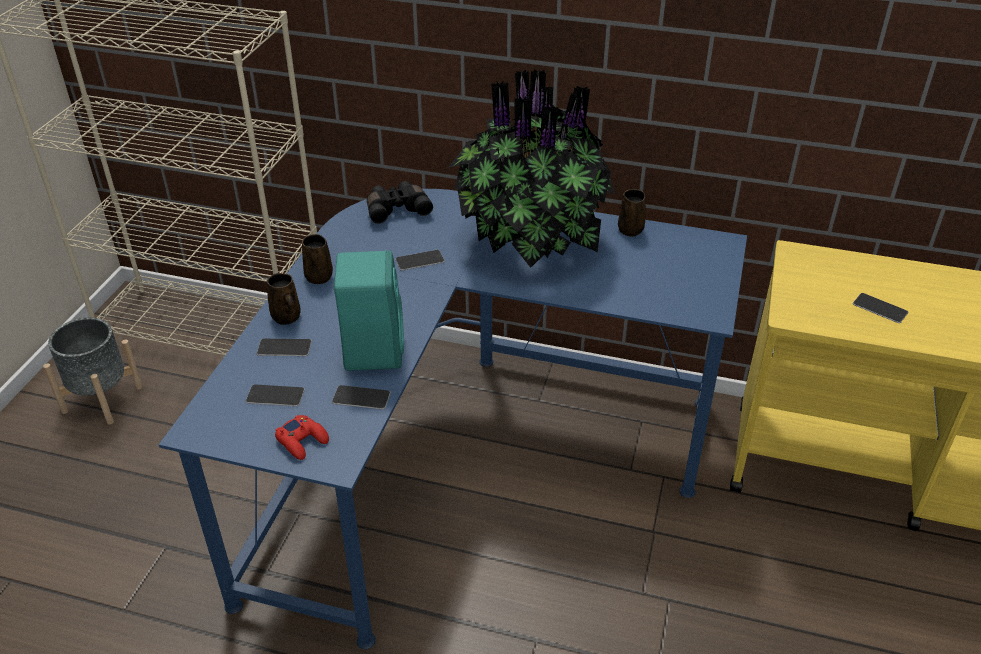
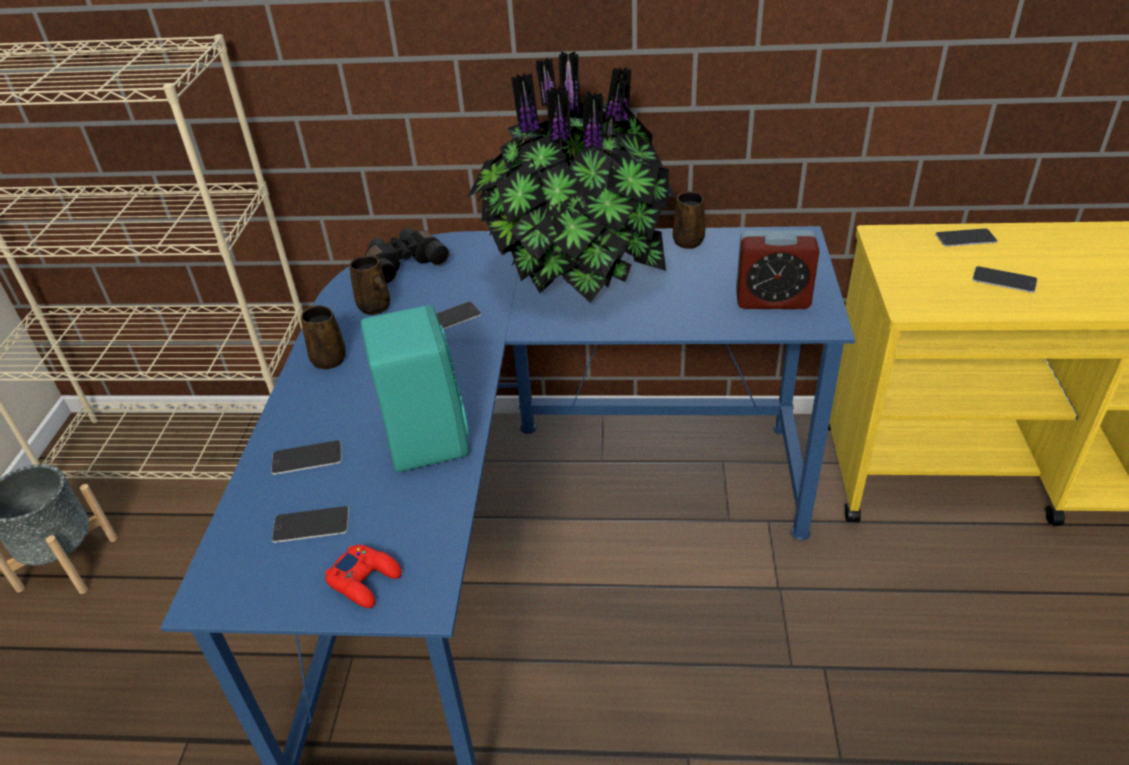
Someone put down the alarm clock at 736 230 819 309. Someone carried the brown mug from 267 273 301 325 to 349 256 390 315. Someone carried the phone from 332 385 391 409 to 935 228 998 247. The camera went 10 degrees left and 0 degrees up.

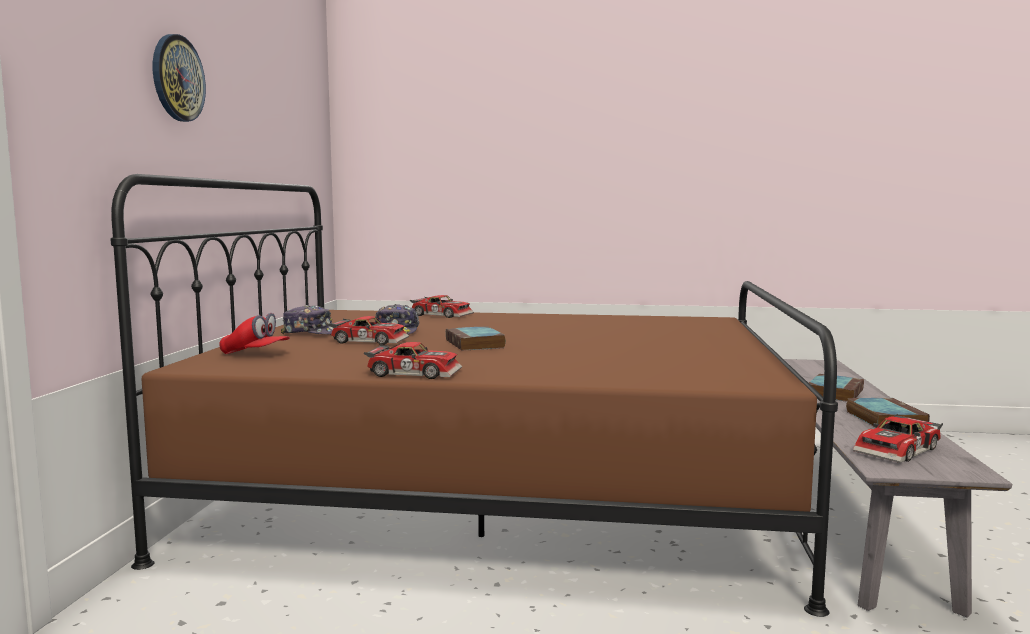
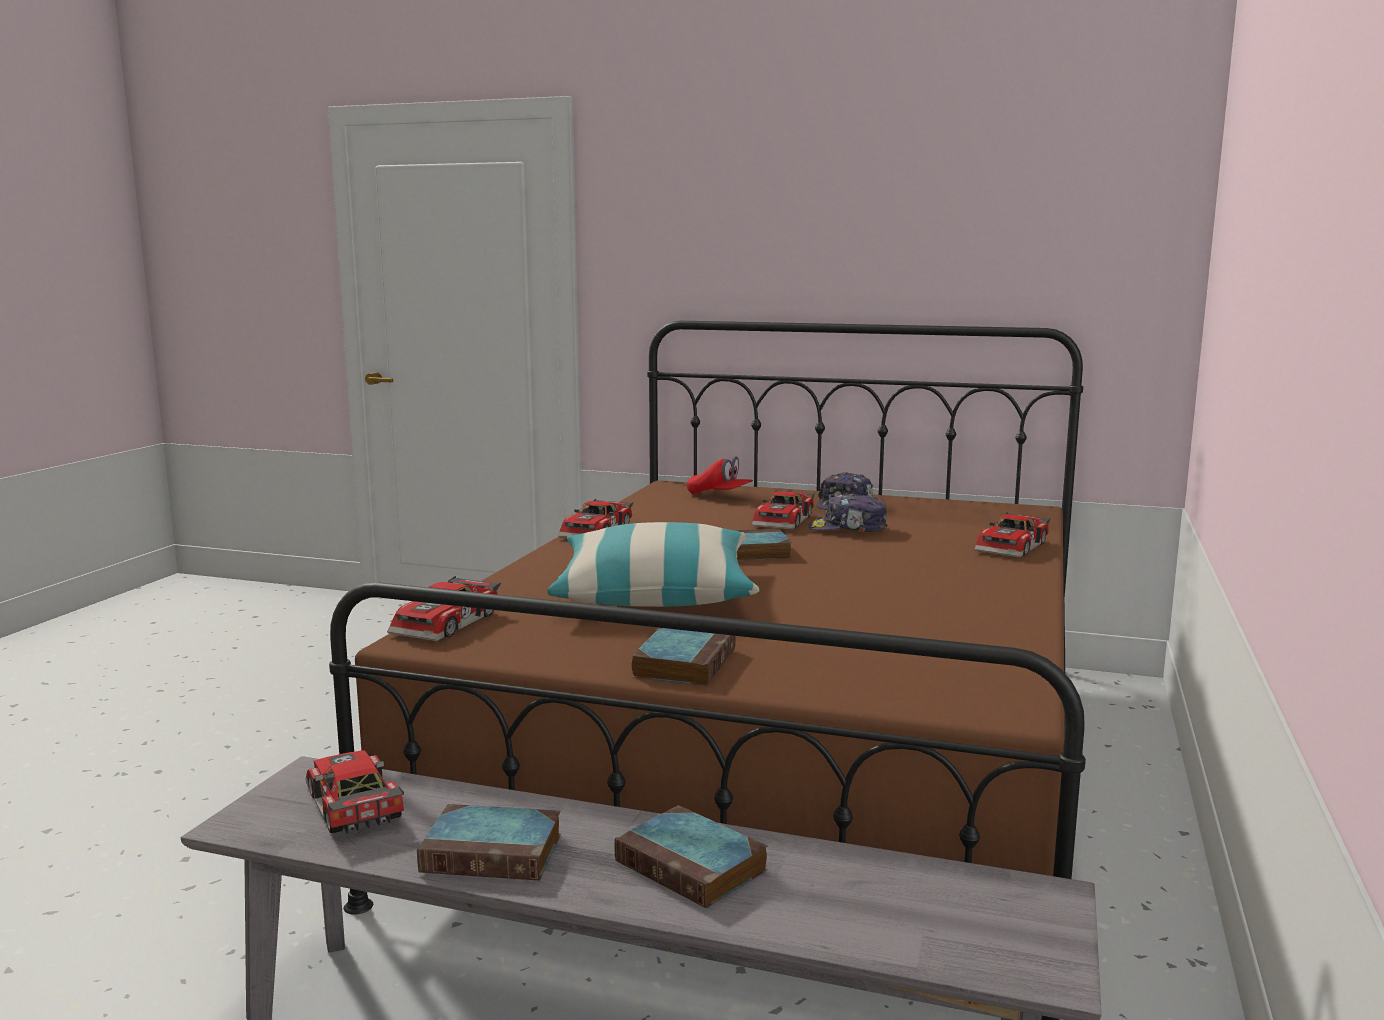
Someone took away the wall clock at 153 34 206 122. Someone put down the toy car at 387 576 501 641. Someone put down the pillow at 547 522 759 607. Someone put down the book at 631 628 736 686. Someone rotated the red cap at 219 313 290 354 by 90 degrees counterclockwise. The camera went 100 degrees right and 5 degrees up.

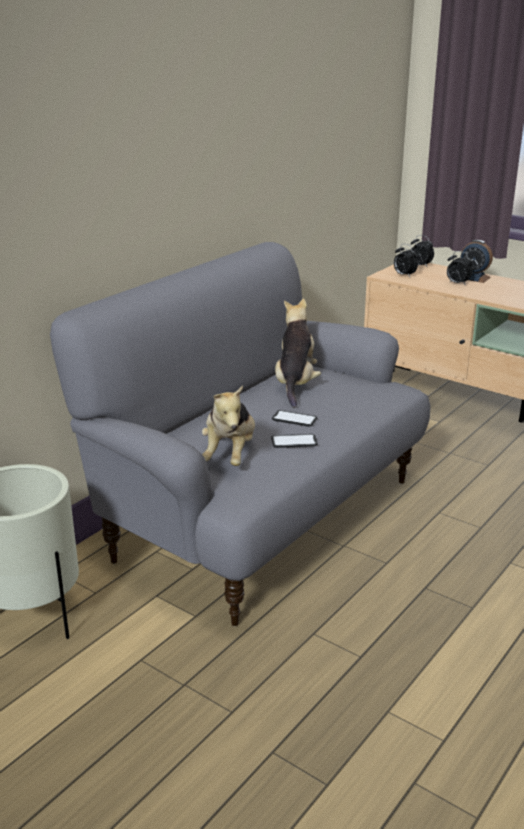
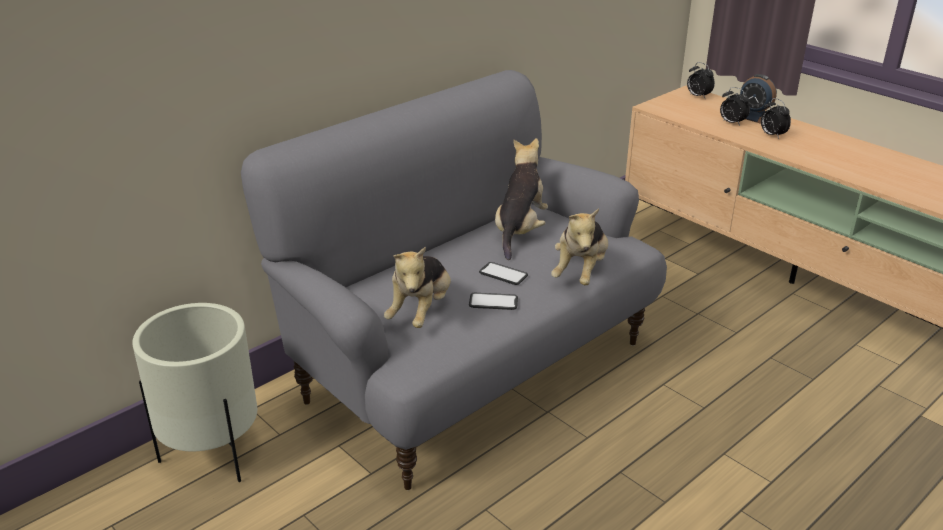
Someone put down the plush toy at 551 208 608 285. Someone carried the alarm clock from 394 244 418 277 to 761 98 791 139. The camera went 10 degrees right and 5 degrees up.

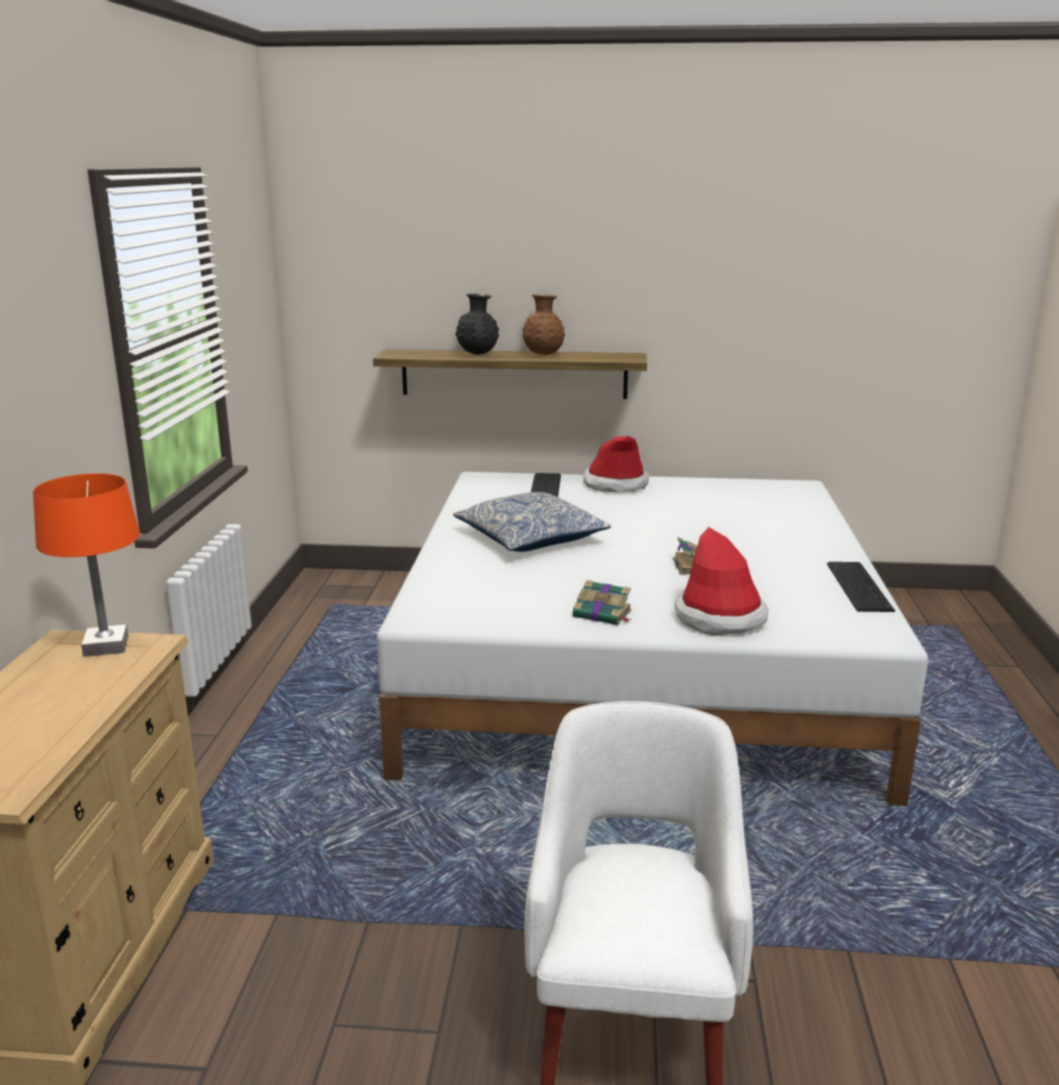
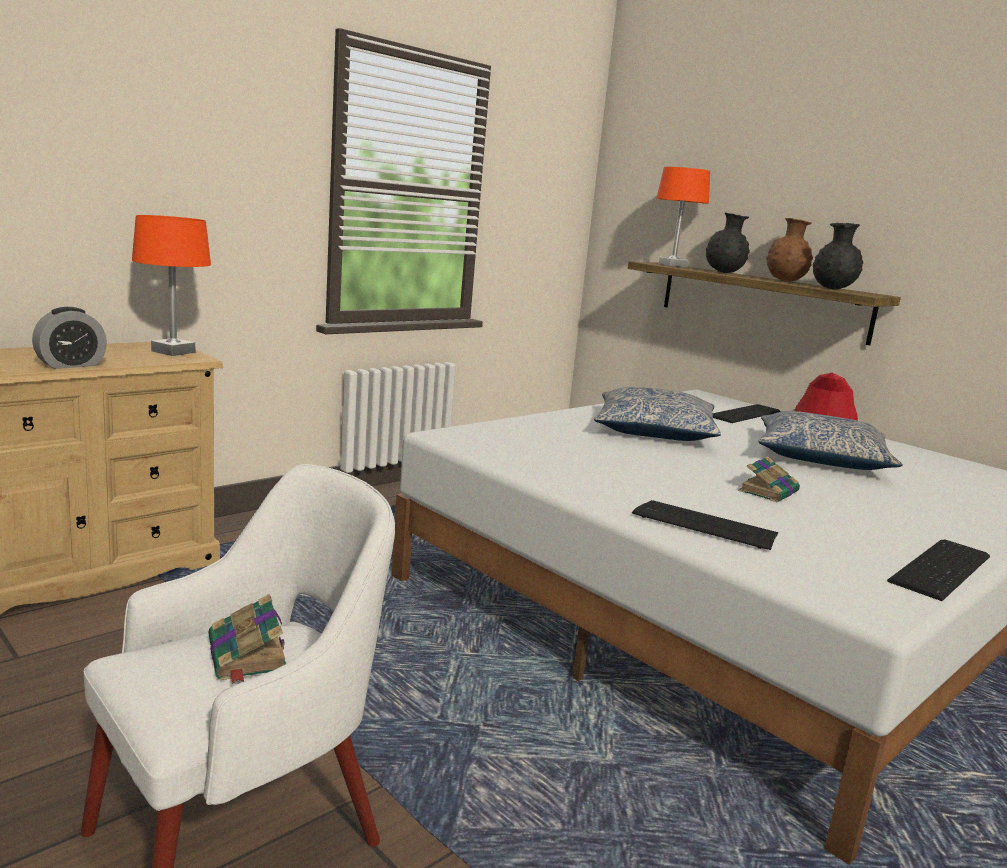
Someone put down the alarm clock at 32 307 107 369. Someone put down the orange table lamp at 656 167 710 268. Someone put down the pillow at 758 411 903 470. Someone put down the black vase at 813 223 863 289. Someone carried the book from 573 580 631 625 to 208 594 287 684. Someone swapped the hat at 674 527 768 636 for the keyboard at 632 500 778 550. The camera went 40 degrees right and 5 degrees down.

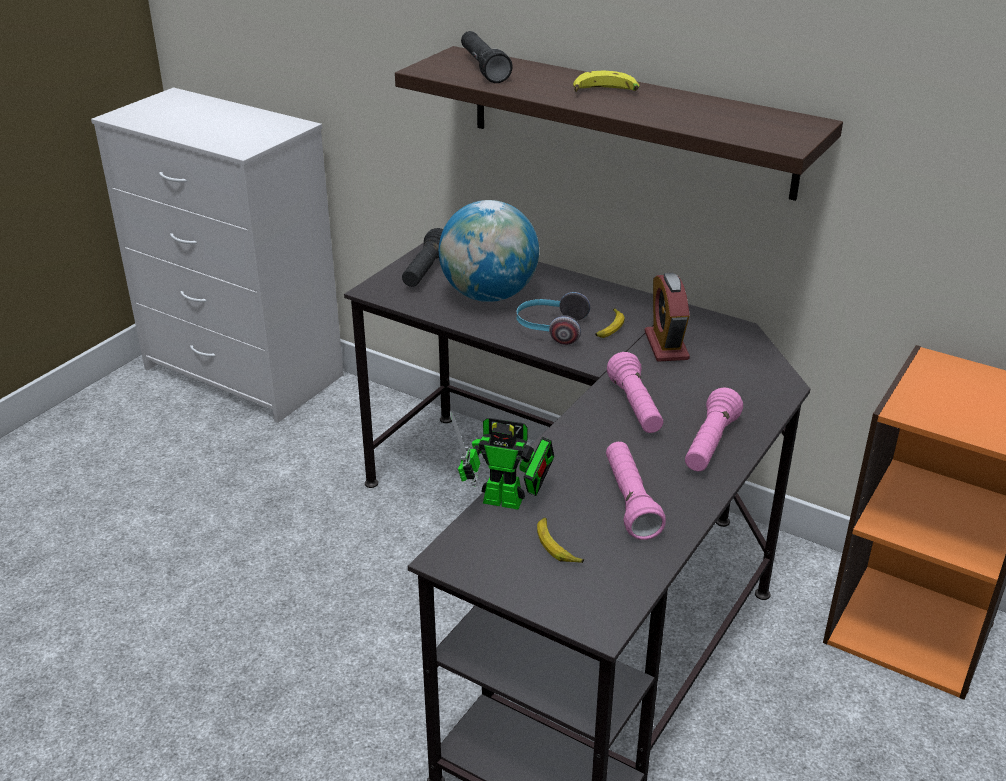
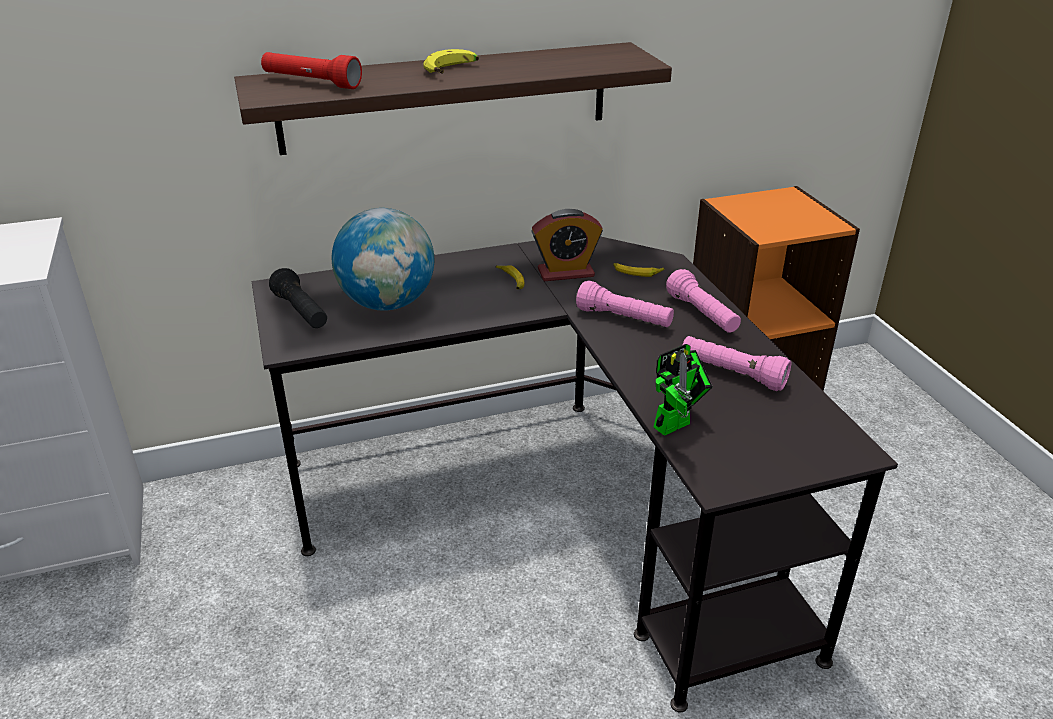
Someone took away the headphones at 516 292 590 345. Someone carried the banana from 537 517 584 563 to 613 263 664 277. Someone repainted the black flashlight at 461 31 513 83, which became the red flashlight at 261 52 362 89. Someone rotated the alarm clock at 644 273 690 362 by 45 degrees counterclockwise. The camera went 50 degrees left and 0 degrees up.

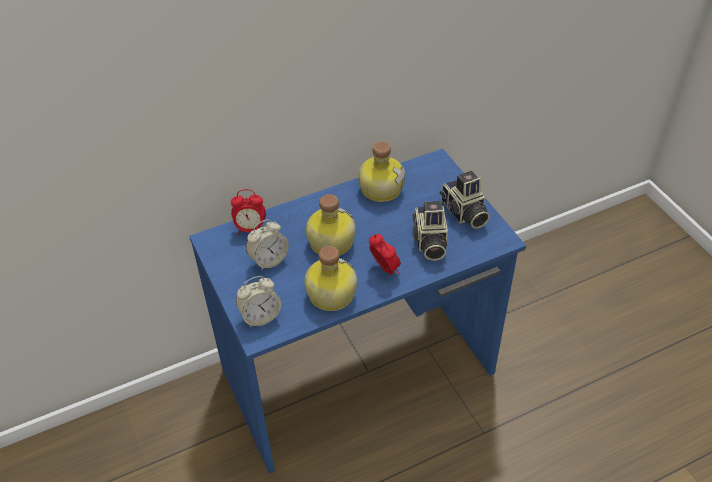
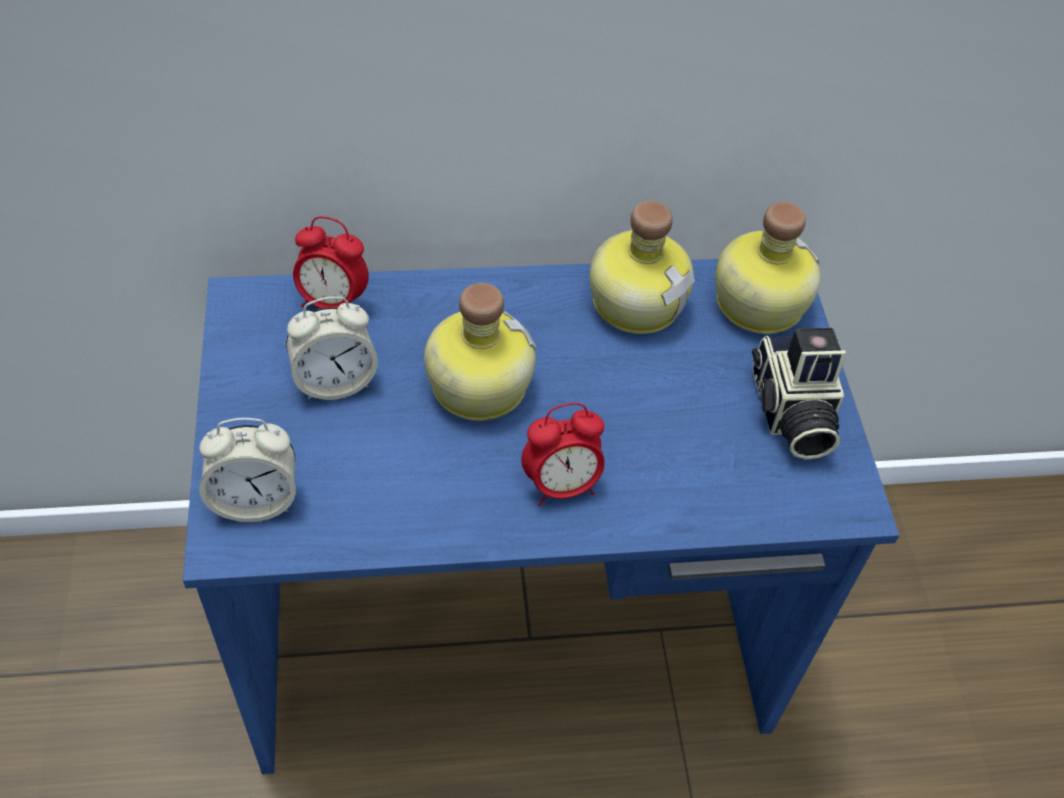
Someone took away the photo camera at 413 201 448 261. Someone carried the bottle from 304 246 357 311 to 716 202 820 334. Someone rotated the alarm clock at 369 234 401 275 by 90 degrees clockwise. The camera went 15 degrees right and 5 degrees up.

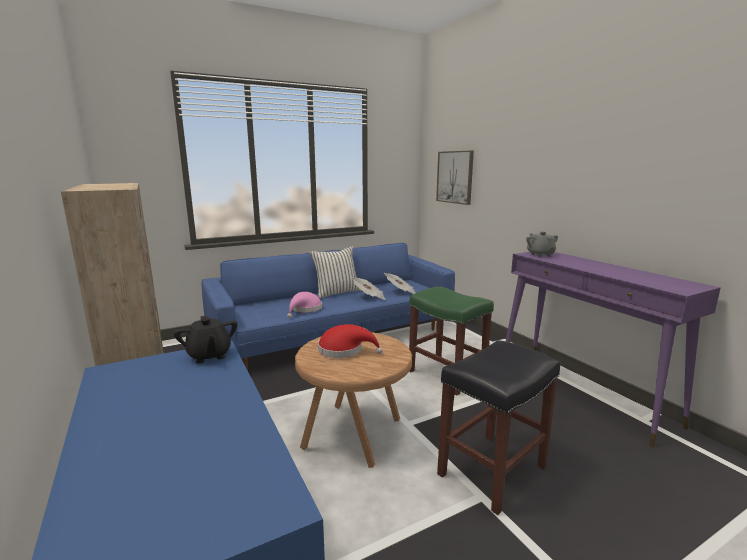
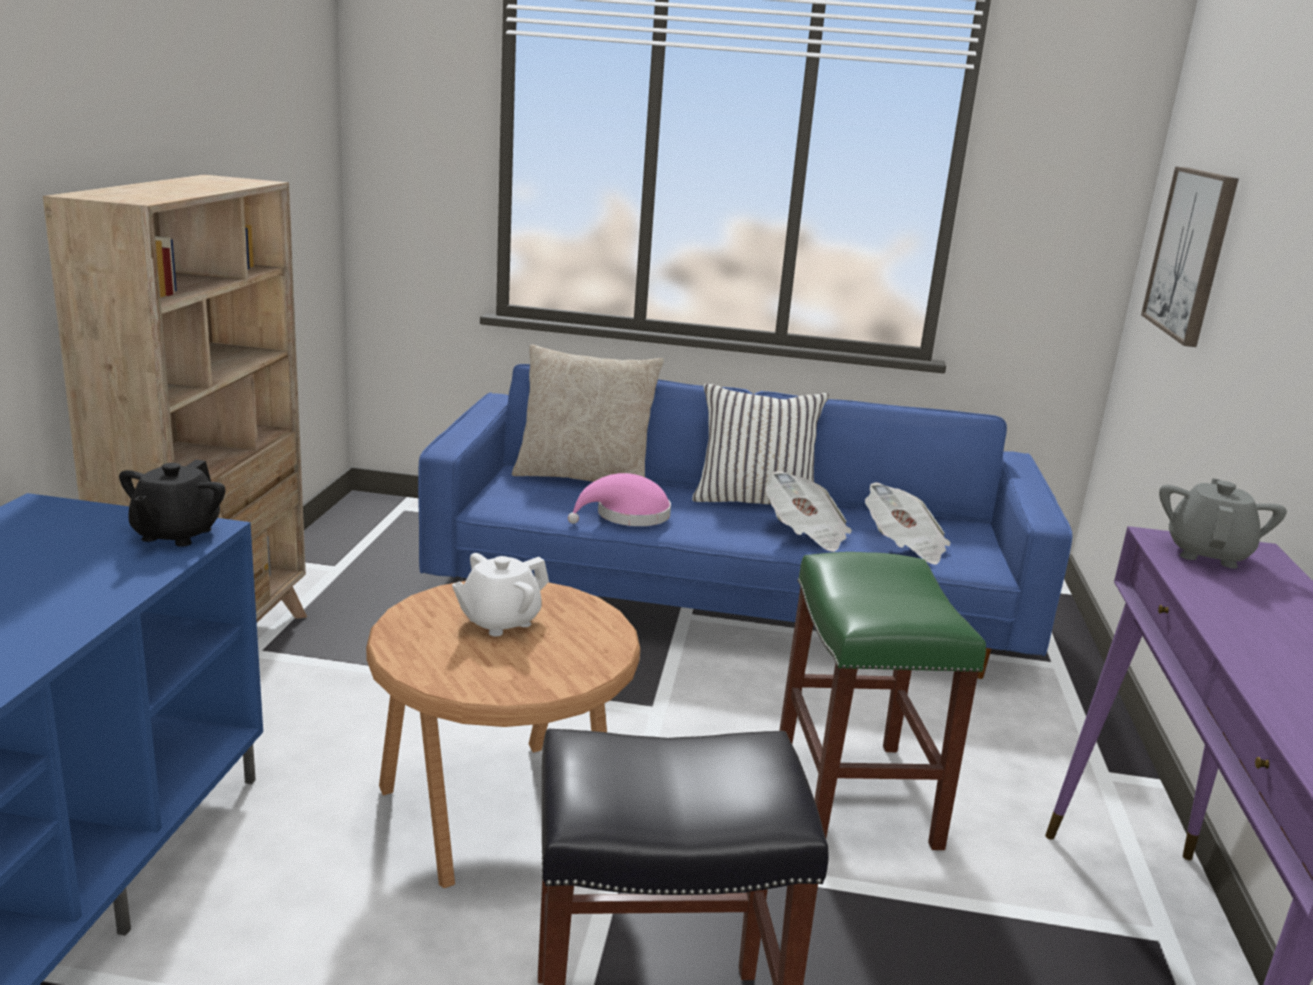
Someone put down the beige pillow at 512 344 664 482. Someone swapped the red hat at 318 324 383 358 for the white teapot at 452 553 549 636. The camera went 35 degrees right and 5 degrees up.

